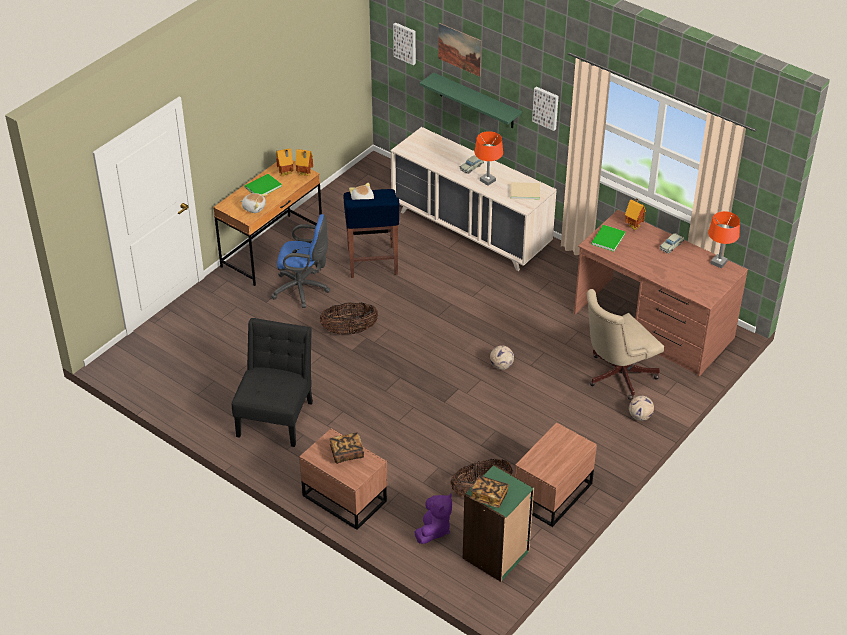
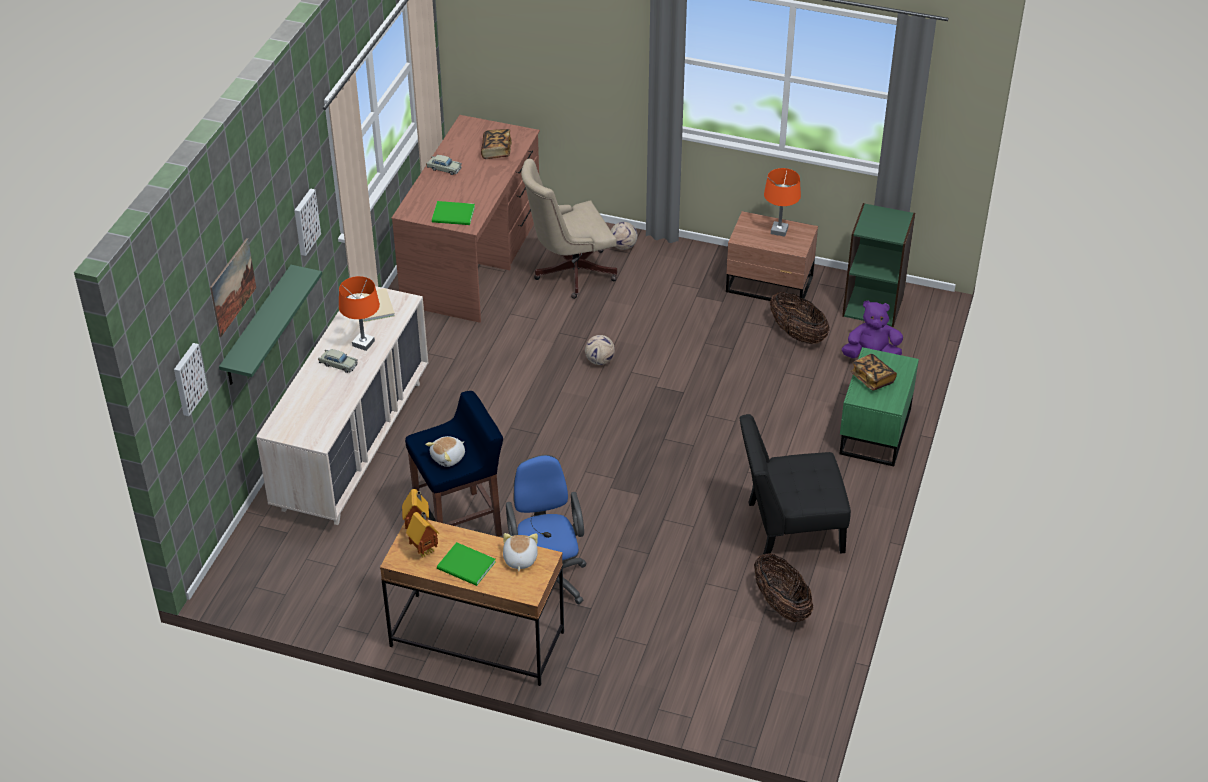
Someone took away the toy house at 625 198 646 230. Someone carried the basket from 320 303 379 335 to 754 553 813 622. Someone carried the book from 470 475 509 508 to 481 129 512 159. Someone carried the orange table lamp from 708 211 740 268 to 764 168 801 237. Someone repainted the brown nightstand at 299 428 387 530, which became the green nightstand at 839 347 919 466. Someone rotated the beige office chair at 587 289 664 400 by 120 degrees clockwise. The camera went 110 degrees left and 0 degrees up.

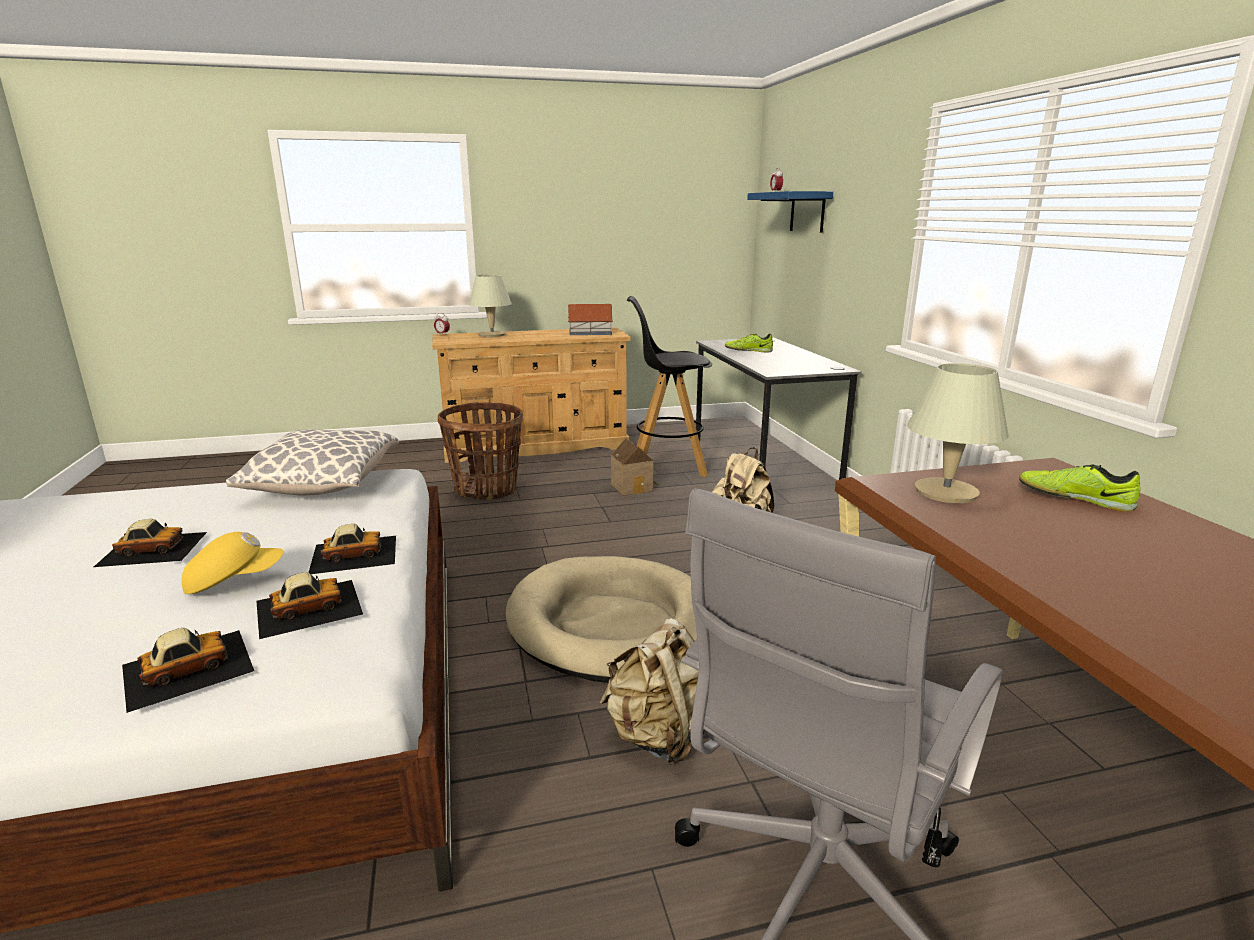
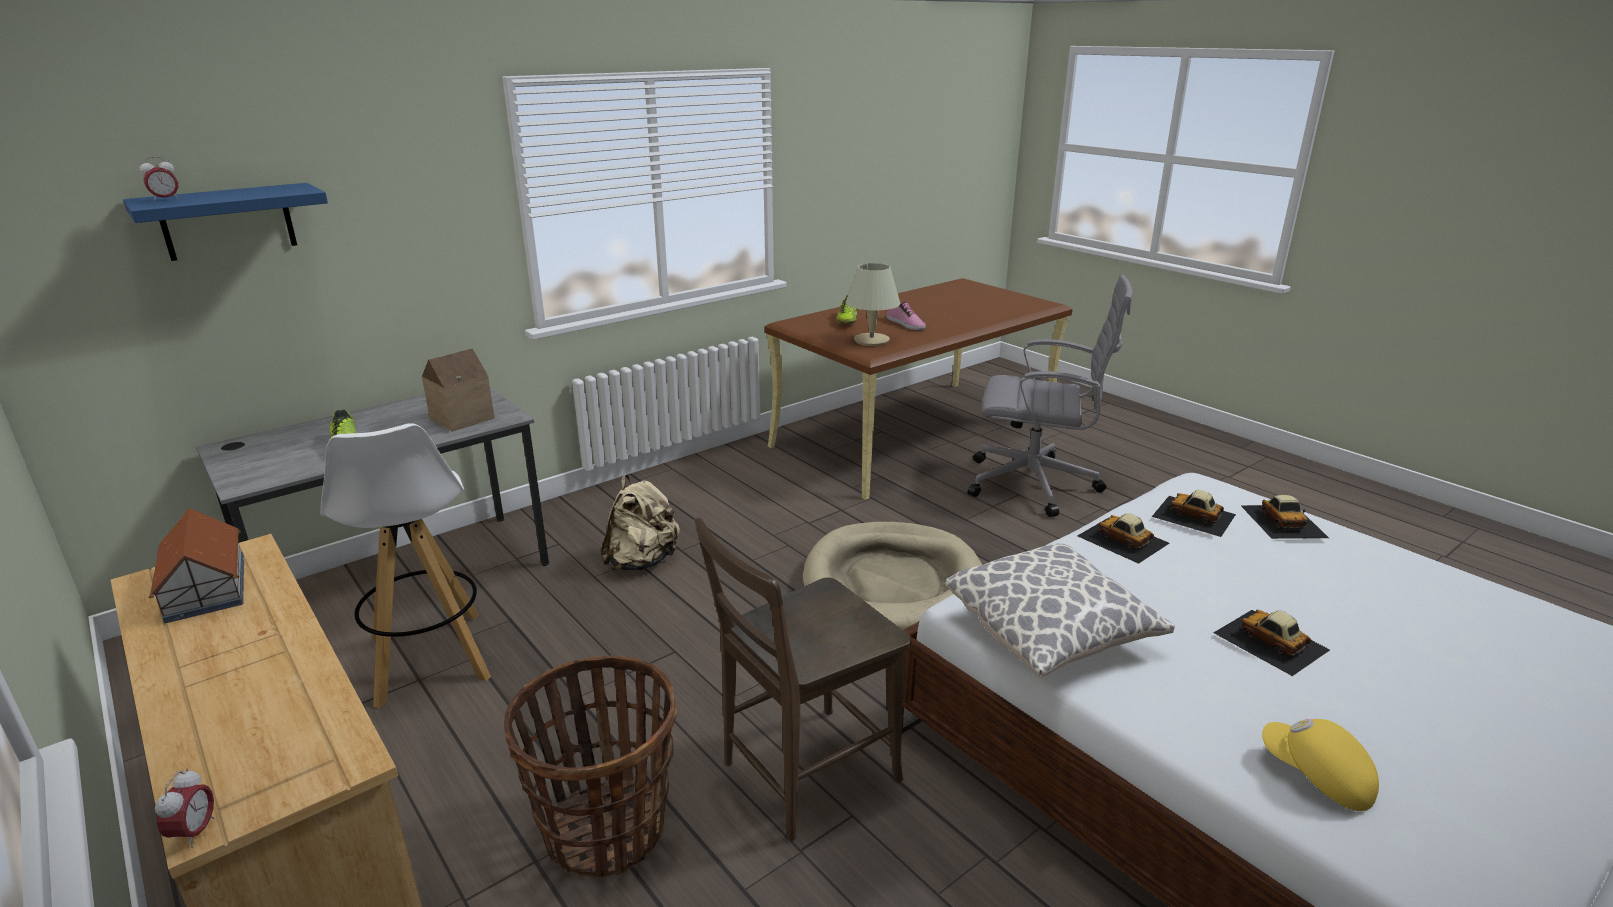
Someone took away the beige table lamp at 469 274 512 337. Someone took away the beige backpack at 599 618 704 765. Someone put down the brown chair at 694 518 911 841. Someone put down the shoe at 886 302 926 330. Someone carried the yellow cap from 182 532 284 594 to 1262 719 1379 811. Someone carried the toy house from 611 438 658 496 to 422 348 495 432. Someone repainted the black stool at 627 296 712 477, which became the white stool at 321 423 491 709. Someone rotated the toy car at 122 628 254 713 by 120 degrees counterclockwise. The camera went 115 degrees left and 5 degrees up.

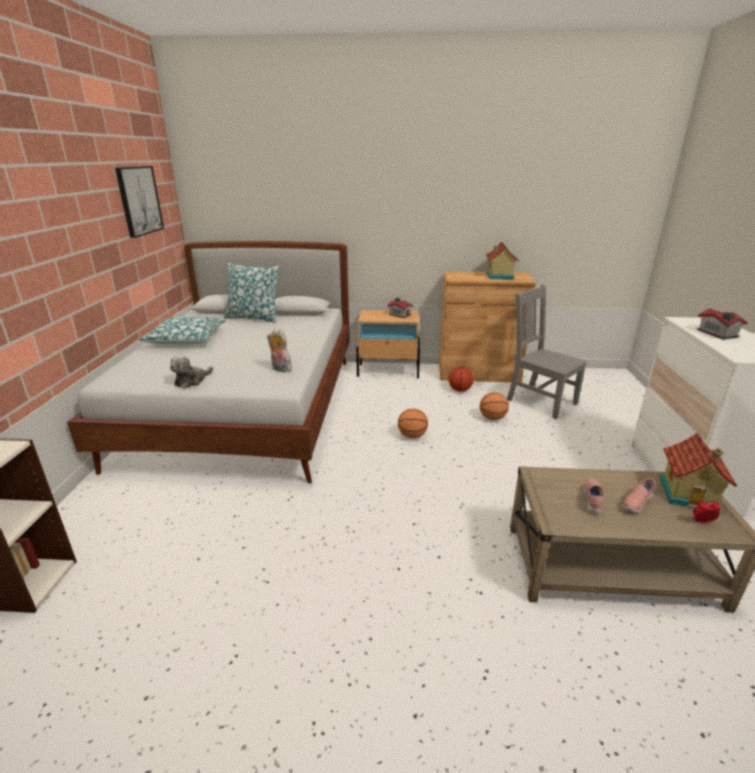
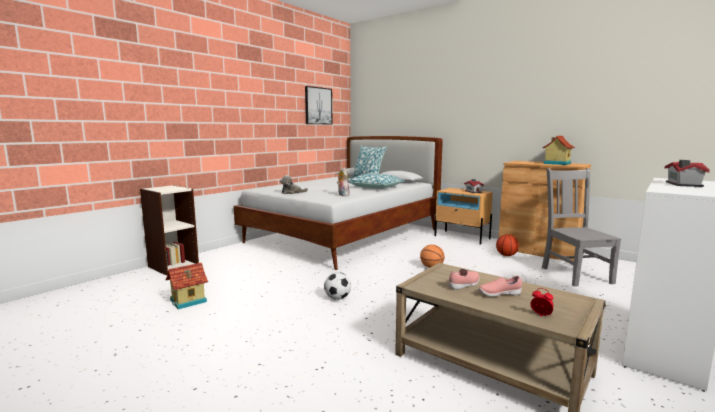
Someone took away the basketball at 480 392 509 420. Someone put down the football at 324 272 351 300. Someone carried the pillow from 139 317 226 344 to 348 173 405 189. Someone carried the toy house from 660 432 737 512 to 166 263 208 309. The camera went 35 degrees right and 15 degrees down.

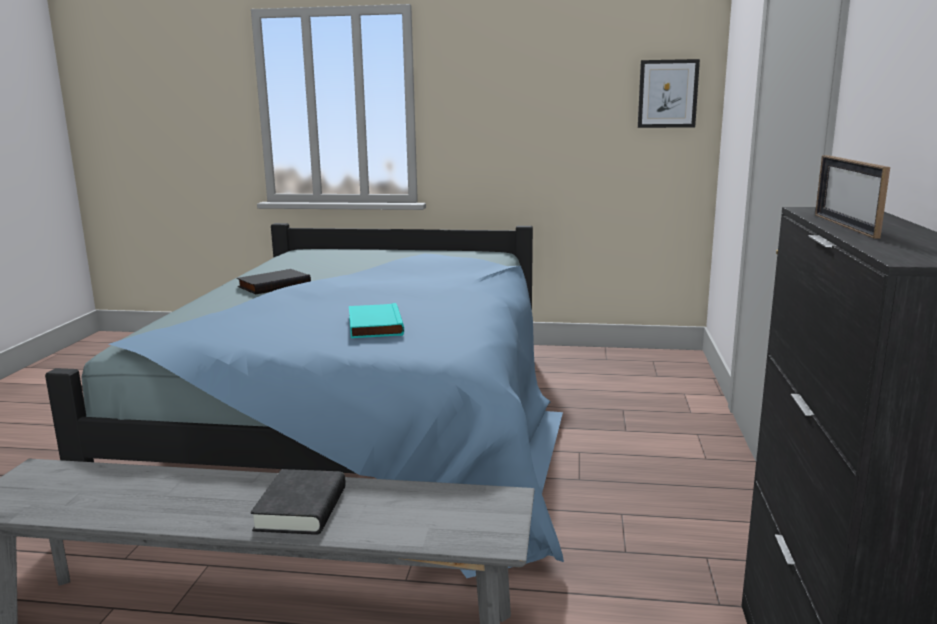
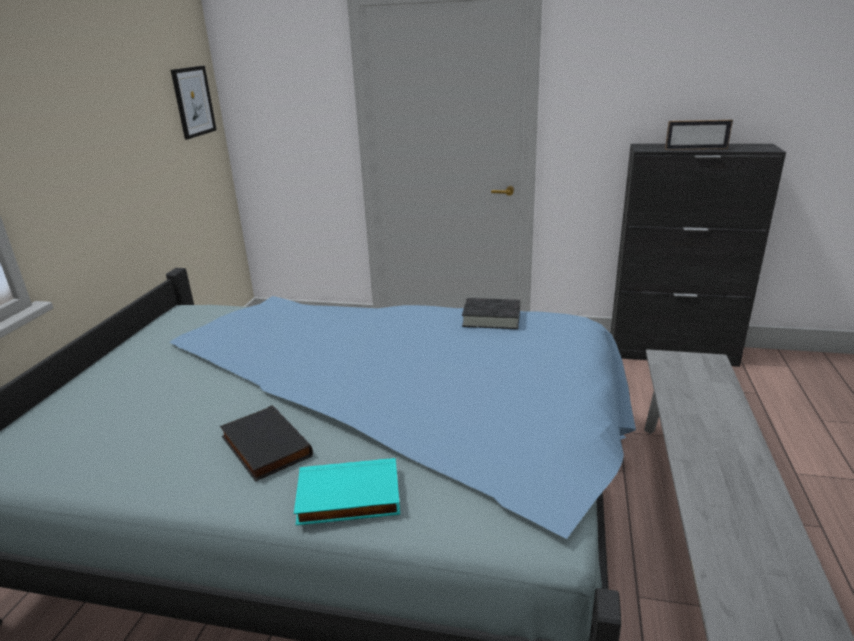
Someone carried the black book from 251 469 346 535 to 462 298 520 329. Someone carried the turquoise book from 349 303 404 338 to 294 458 400 525. The camera went 85 degrees left and 10 degrees up.

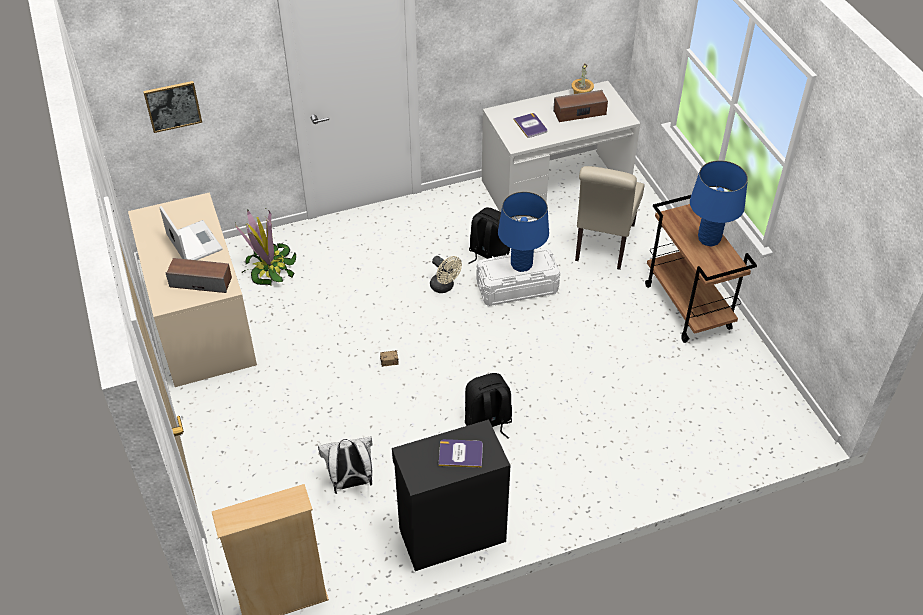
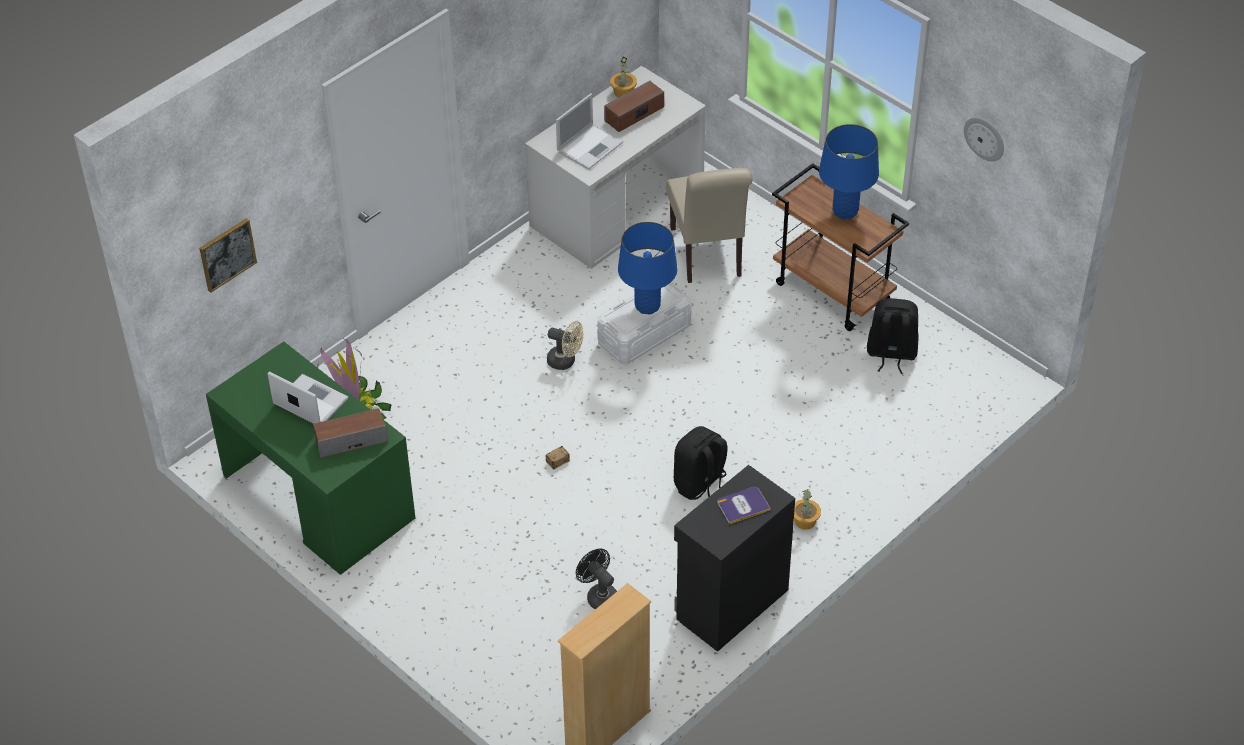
Someone put down the potted plant at 794 489 821 530. Someone put up the wall clock at 964 118 1004 161. Someone carried the black backpack from 468 207 510 264 to 867 298 918 374. Someone swapped the white backpack at 318 436 373 494 for the black fan at 576 549 617 609. Someone swapped the book at 514 113 547 138 for the laptop at 556 93 623 170. Someone repainted the beige desk at 128 192 257 387, which became the green desk at 206 341 415 575. The camera went 25 degrees left and 0 degrees up.

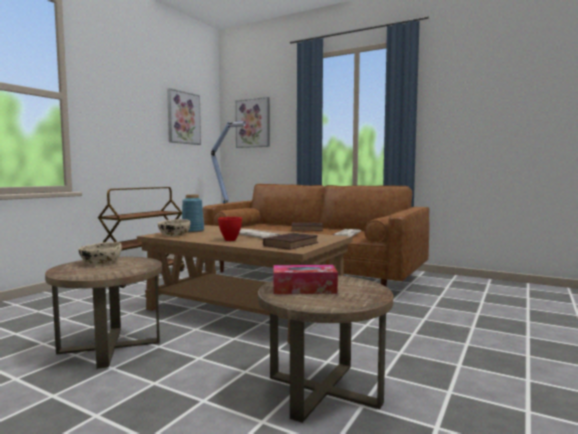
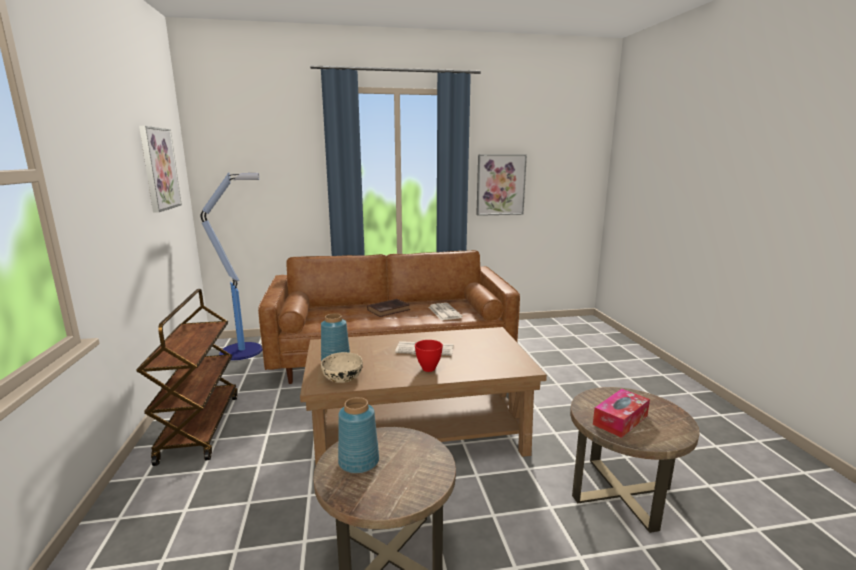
Someone took away the brown book at 263 233 318 250. Someone carried the picture from 235 97 270 148 to 476 155 527 216. Someone swapped the beige bowl at 79 242 122 264 for the blue vase at 338 397 379 474. The camera went 40 degrees left and 10 degrees up.

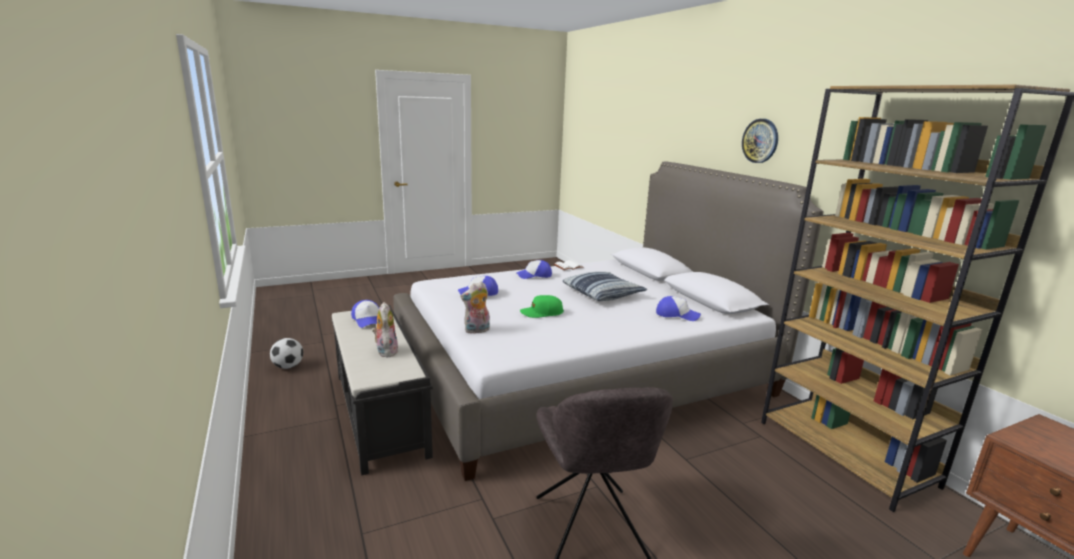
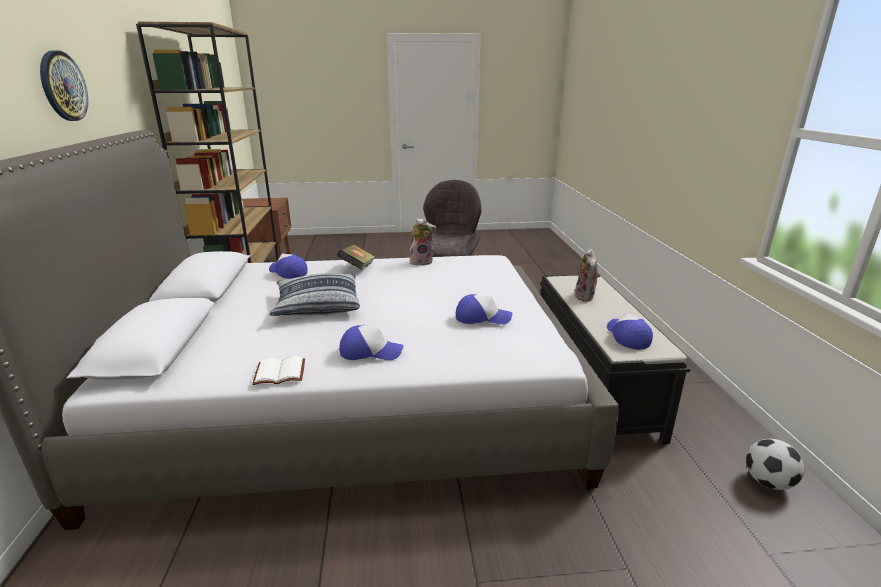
Someone took away the green cap at 520 295 564 318. Someone put down the book at 337 244 375 270. Someone carried the plush toy from 461 281 490 334 to 410 218 437 265. The camera went 160 degrees left and 5 degrees up.

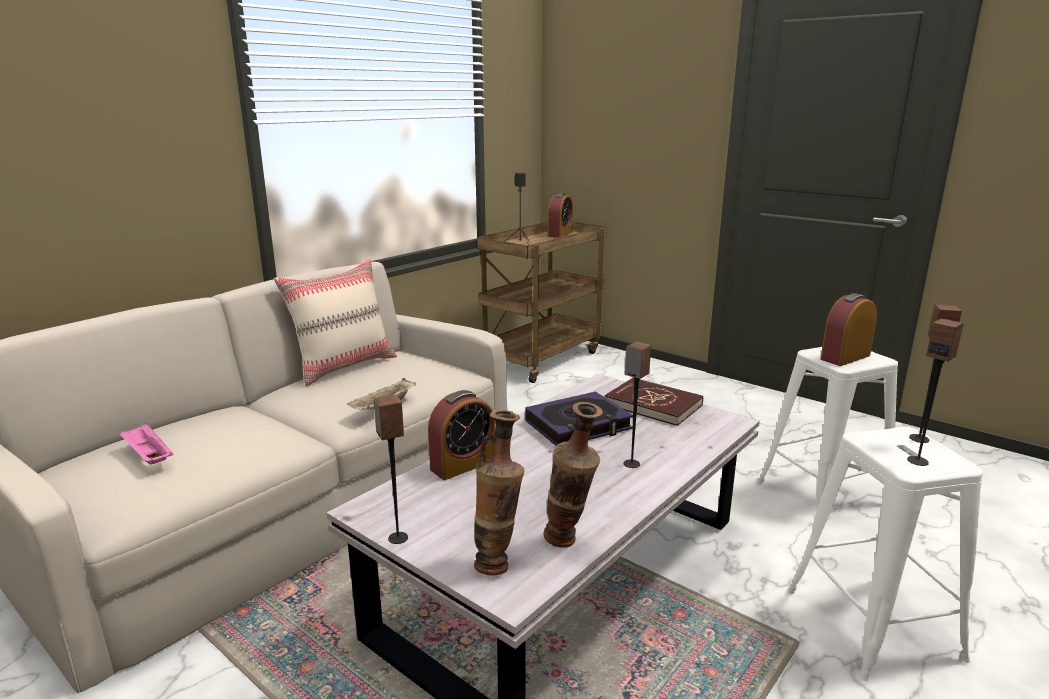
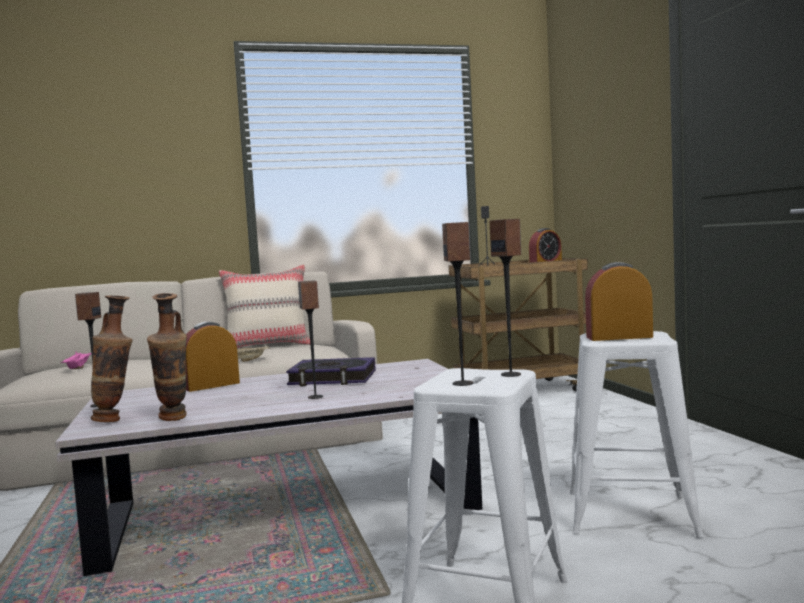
Someone took away the red book at 604 378 703 426. Someone rotated the alarm clock at 428 390 495 480 by 150 degrees clockwise. The camera went 35 degrees right and 15 degrees down.

